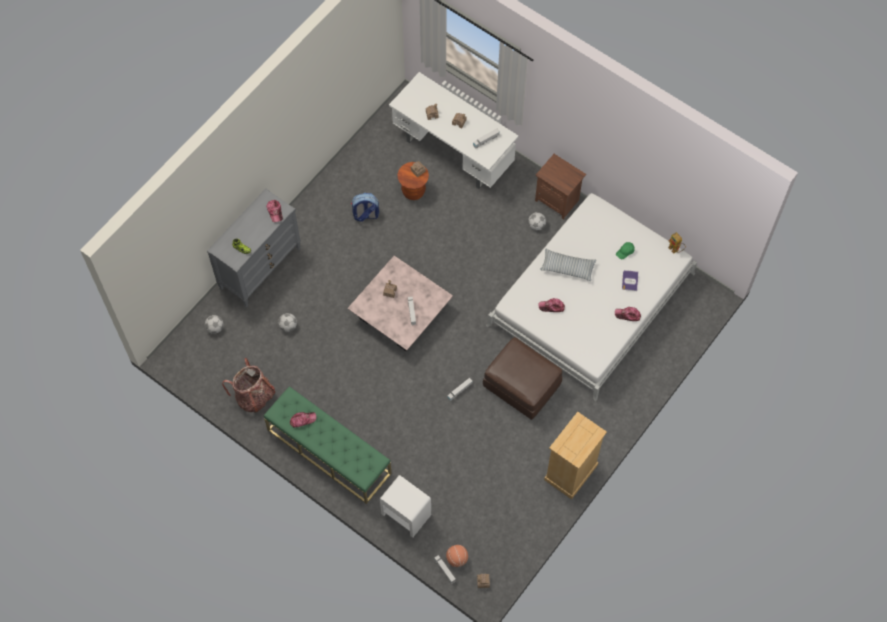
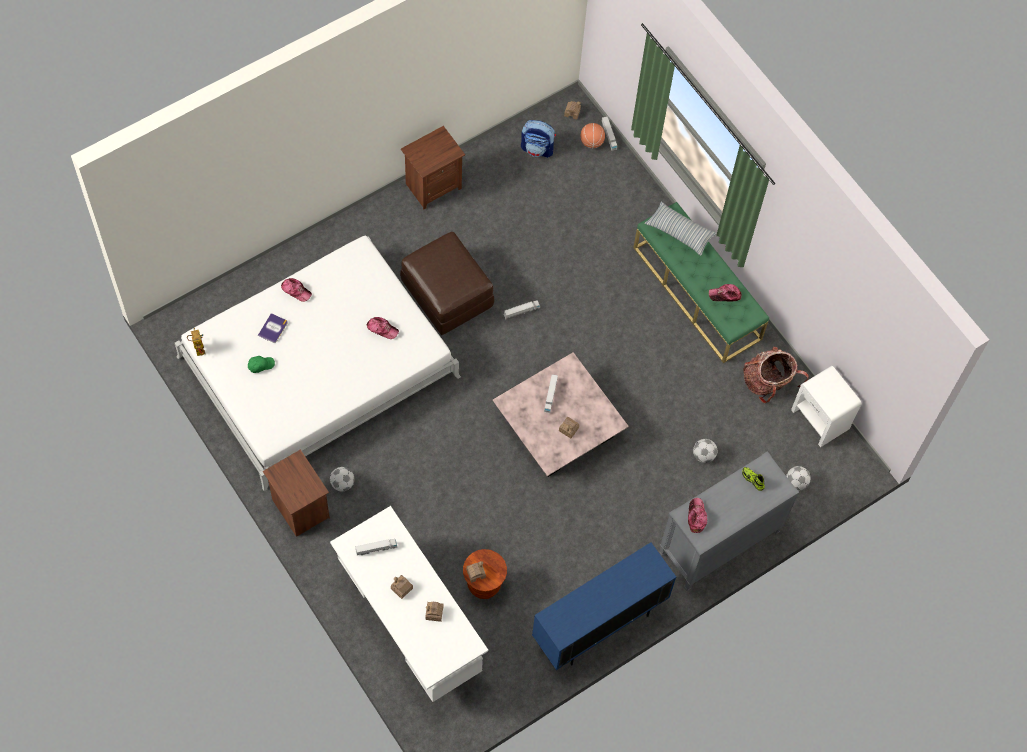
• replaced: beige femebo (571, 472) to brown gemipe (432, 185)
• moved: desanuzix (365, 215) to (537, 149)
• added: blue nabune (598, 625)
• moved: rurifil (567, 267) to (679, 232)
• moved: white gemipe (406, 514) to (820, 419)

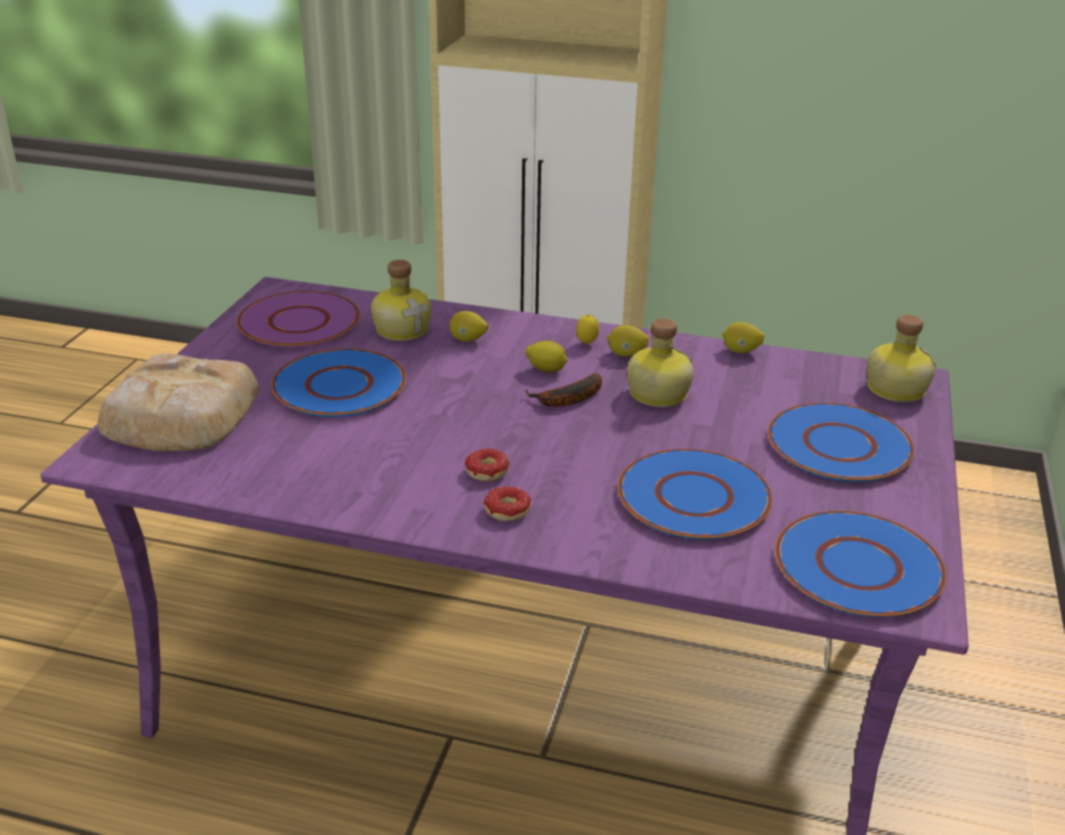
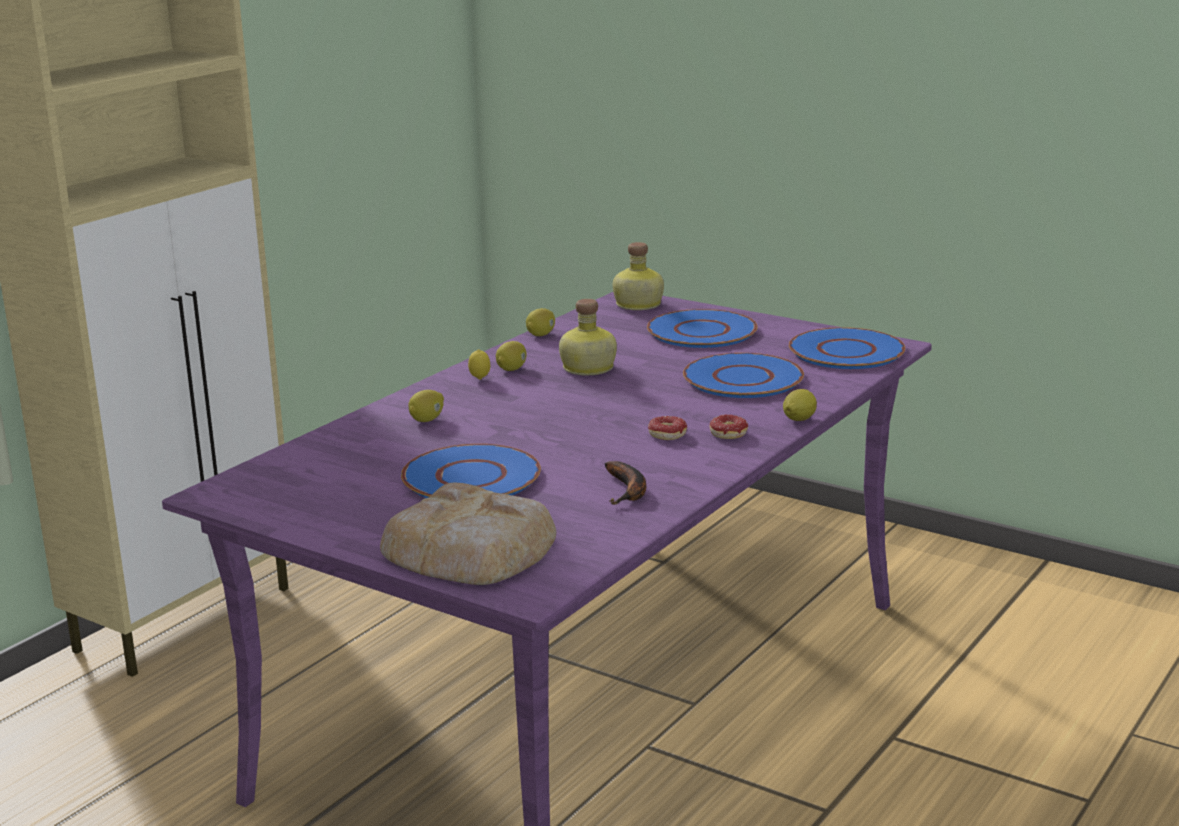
• moved: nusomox (567, 399) to (628, 490)
• moved: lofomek (546, 370) to (798, 420)
• removed: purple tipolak (300, 322)
• removed: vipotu (403, 329)

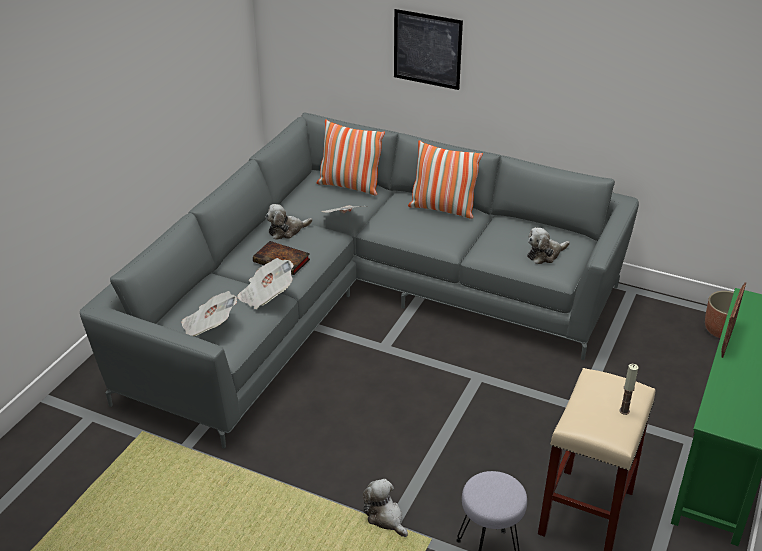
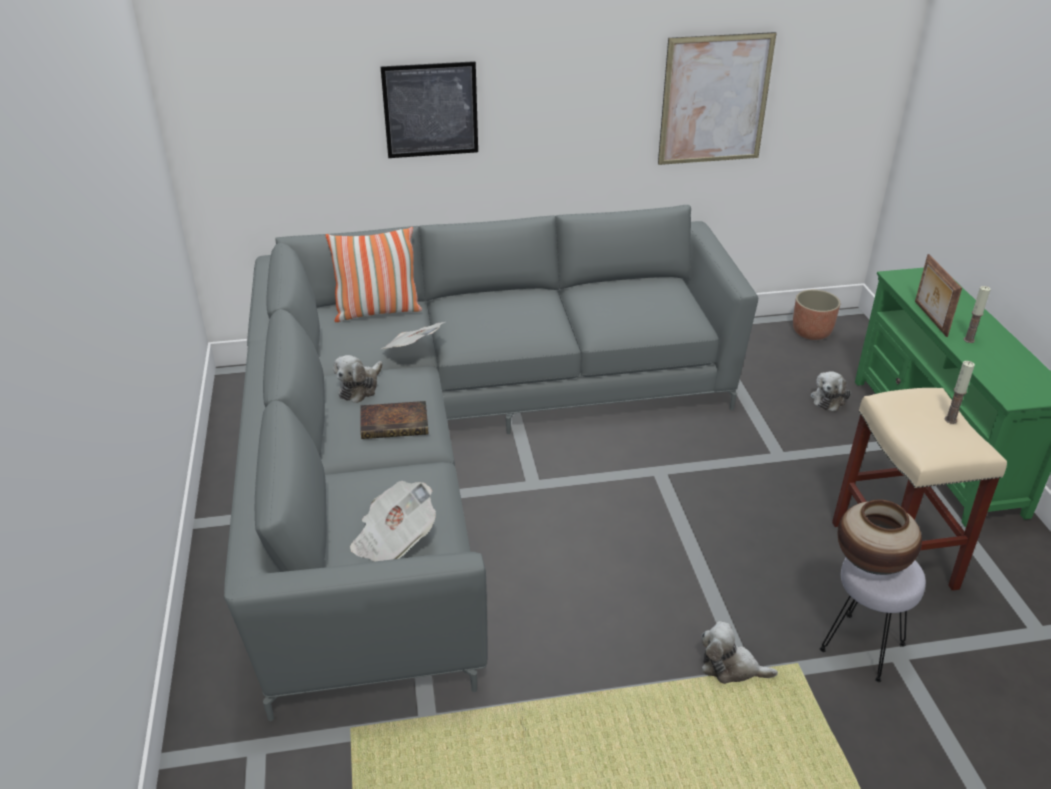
• added: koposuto (715, 100)
• moved: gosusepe (545, 254) to (828, 398)
• added: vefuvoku (871, 563)
• added: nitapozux (968, 340)
• removed: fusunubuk (266, 295)
• removed: rurifil (442, 209)

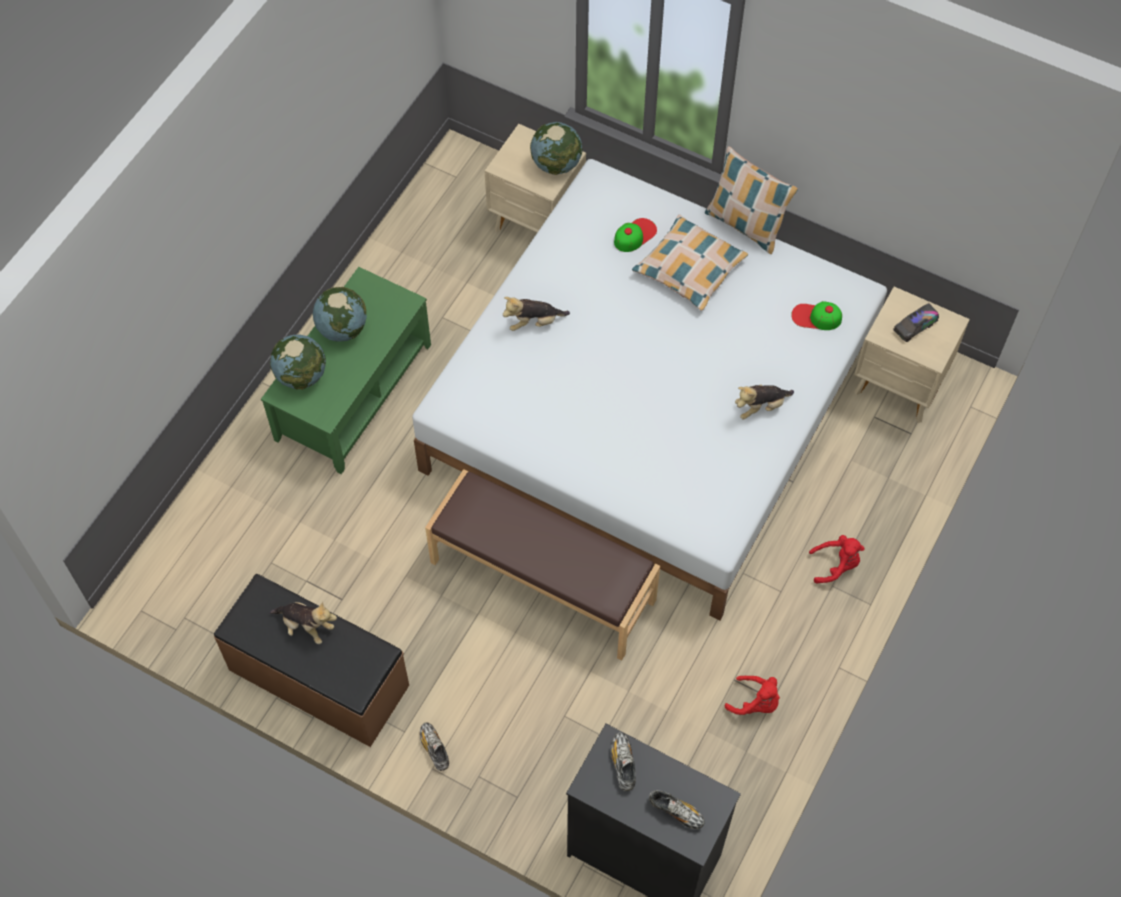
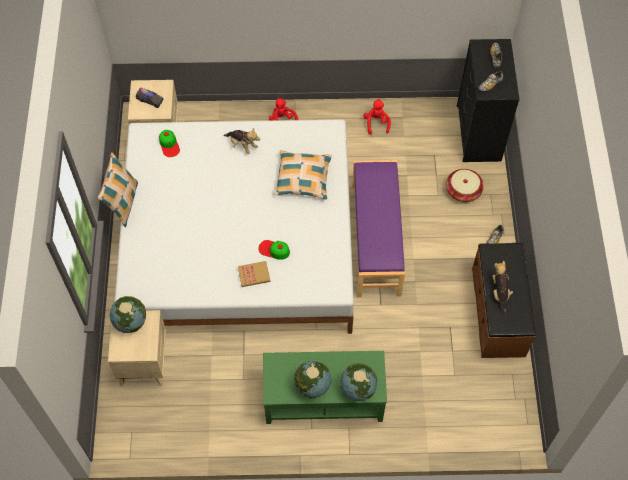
• replaced: gosusepe (534, 322) to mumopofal (254, 275)
• moved: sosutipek (634, 235) to (274, 250)
• moved: rurifil (689, 268) to (303, 178)
• recoloured: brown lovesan (543, 580) to purple lovesan (375, 239)
• added: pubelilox (463, 191)

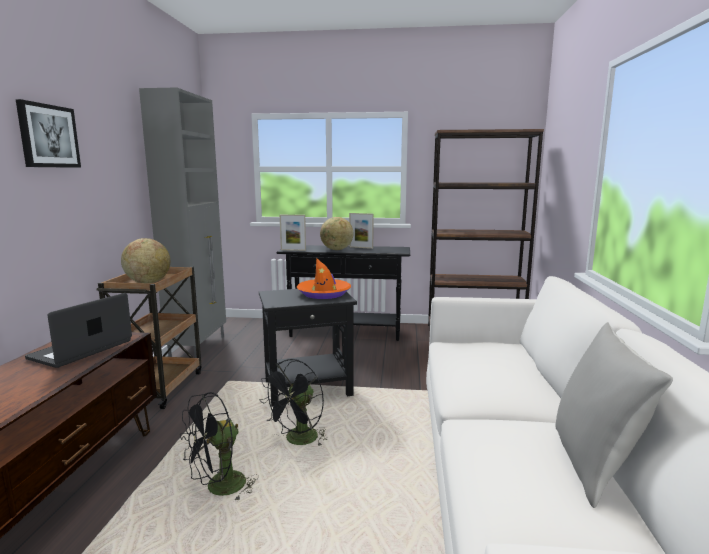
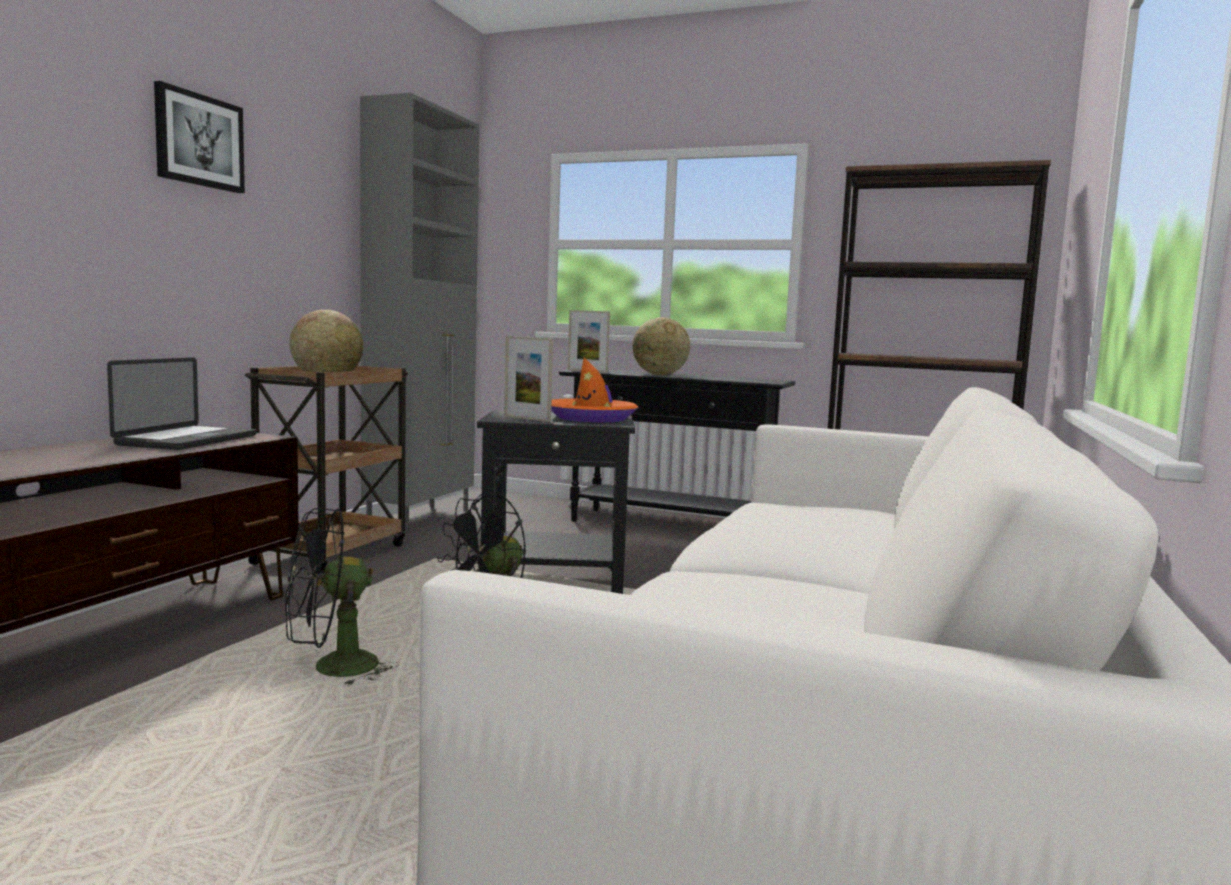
• turned: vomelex (81, 350) = (188, 440) 150 degrees clockwise
• moved: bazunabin (361, 247) to (527, 419)
• removed: grey rurifil (593, 464)

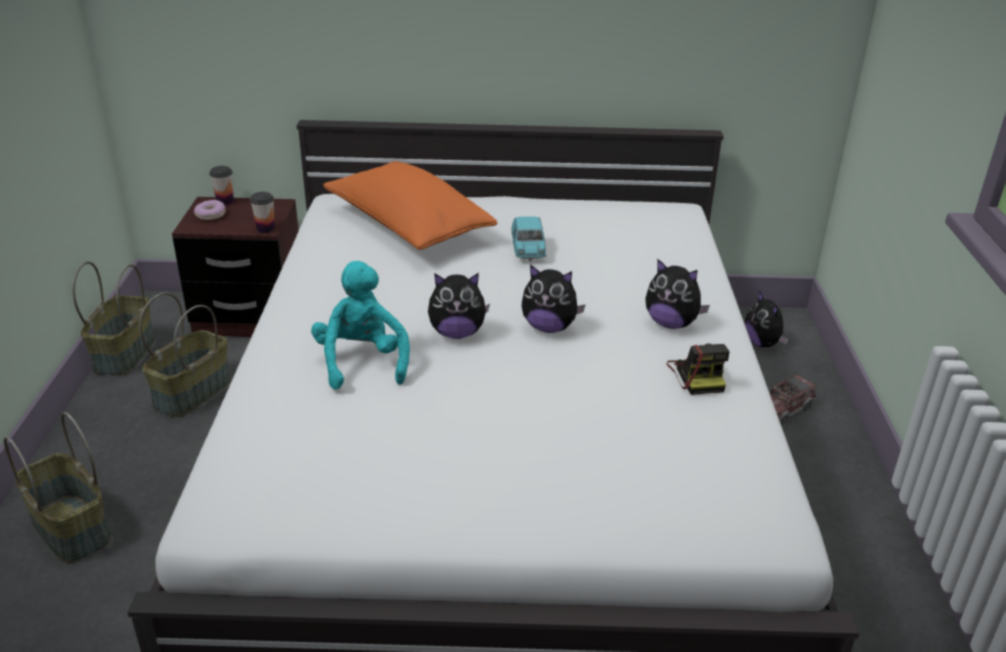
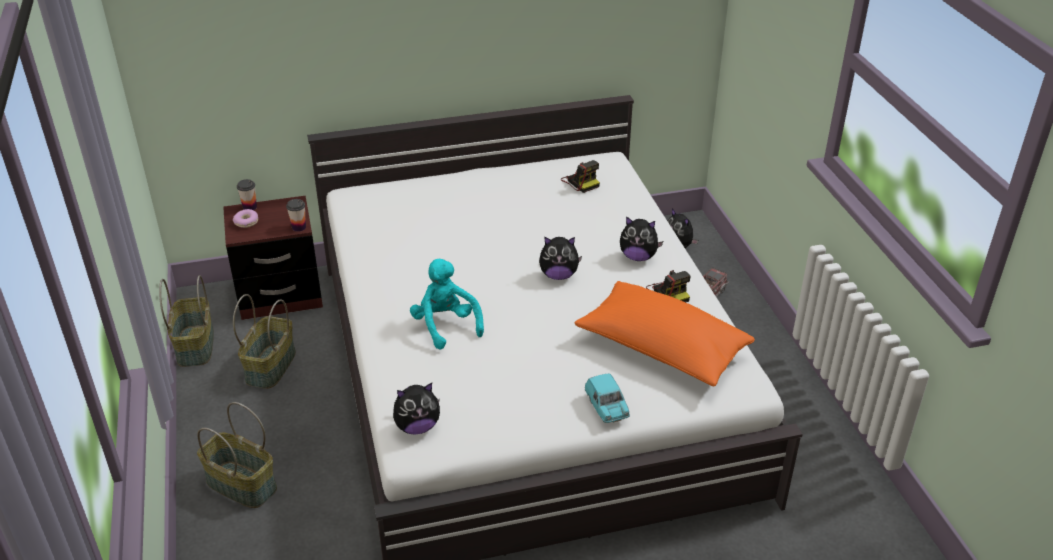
• moved: gosusepe (457, 333) to (417, 426)
• added: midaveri (580, 182)
• moved: orange rurifil (408, 227) to (661, 349)
• moved: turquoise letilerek (528, 251) to (606, 408)

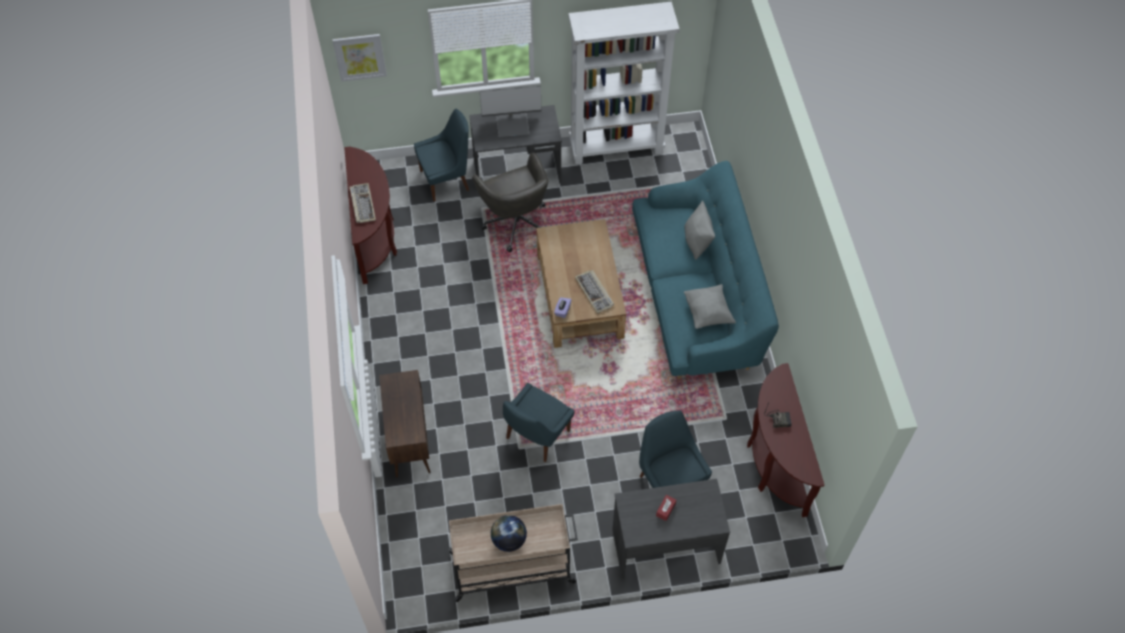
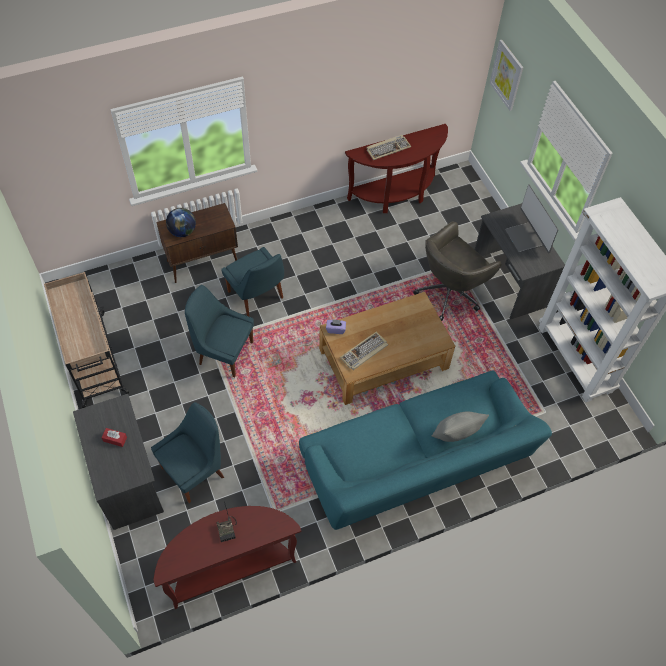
• moved: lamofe (509, 540) to (182, 232)
• moved: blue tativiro (446, 180) to (256, 296)
• removed: grey rurifil (707, 313)

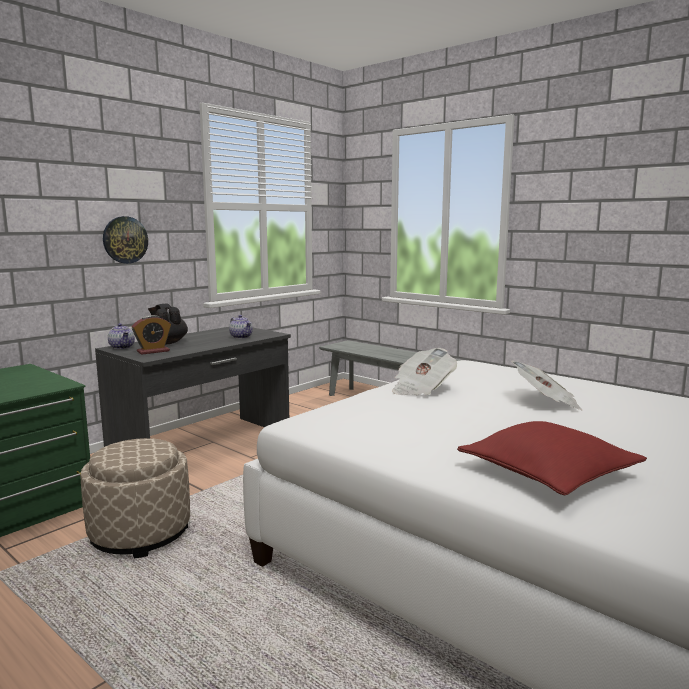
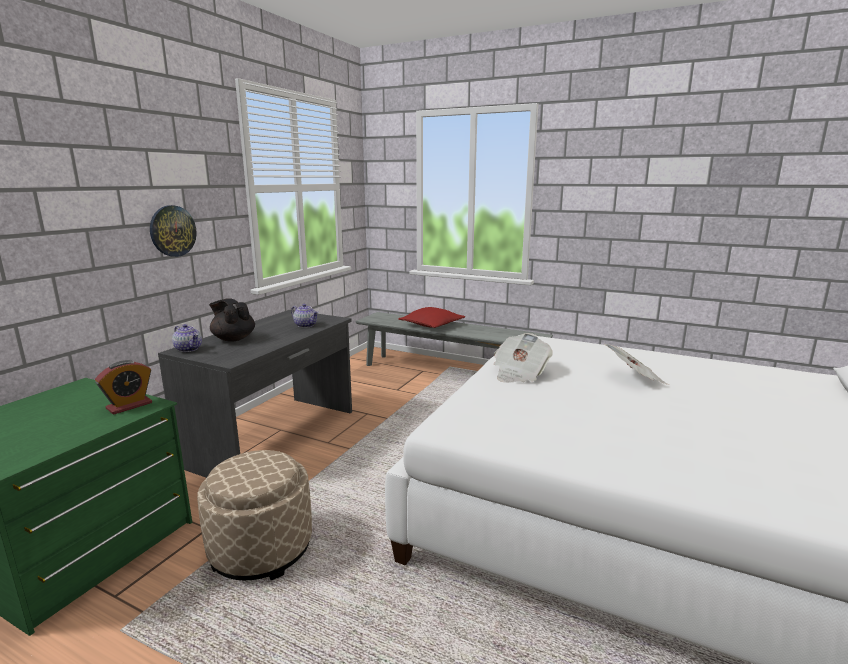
• moved: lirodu (153, 351) to (129, 406)
• moved: red rurifil (548, 473) to (432, 325)

